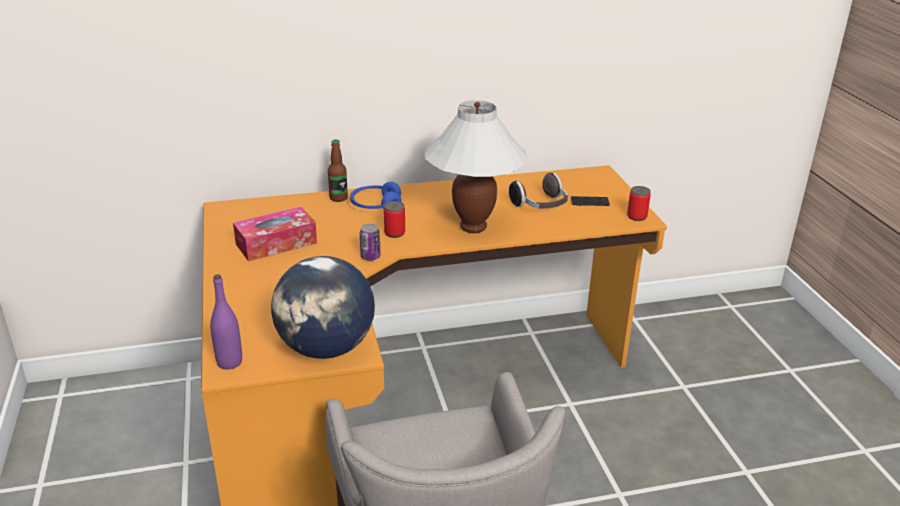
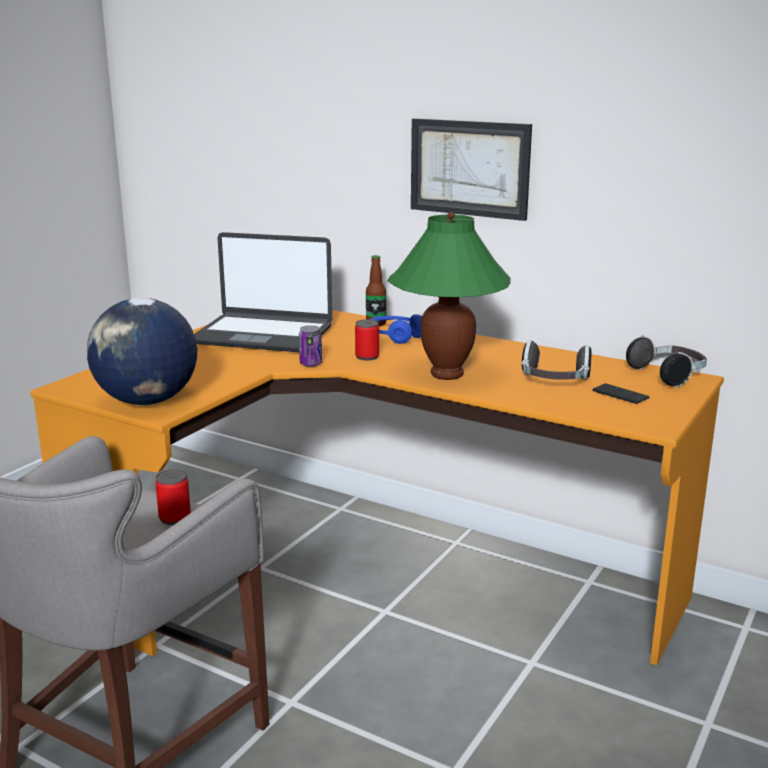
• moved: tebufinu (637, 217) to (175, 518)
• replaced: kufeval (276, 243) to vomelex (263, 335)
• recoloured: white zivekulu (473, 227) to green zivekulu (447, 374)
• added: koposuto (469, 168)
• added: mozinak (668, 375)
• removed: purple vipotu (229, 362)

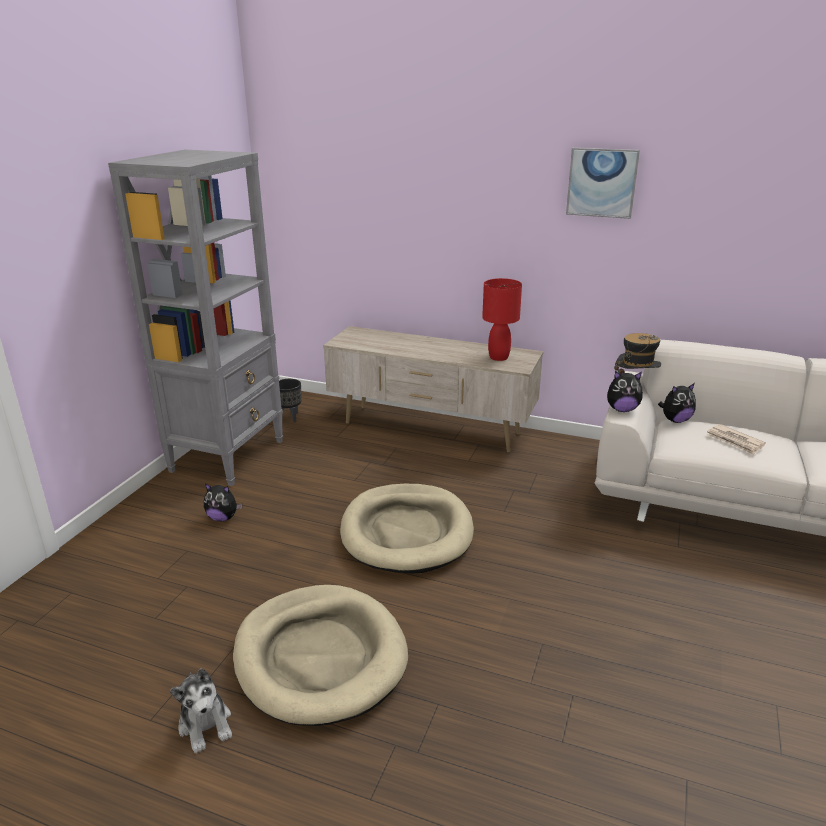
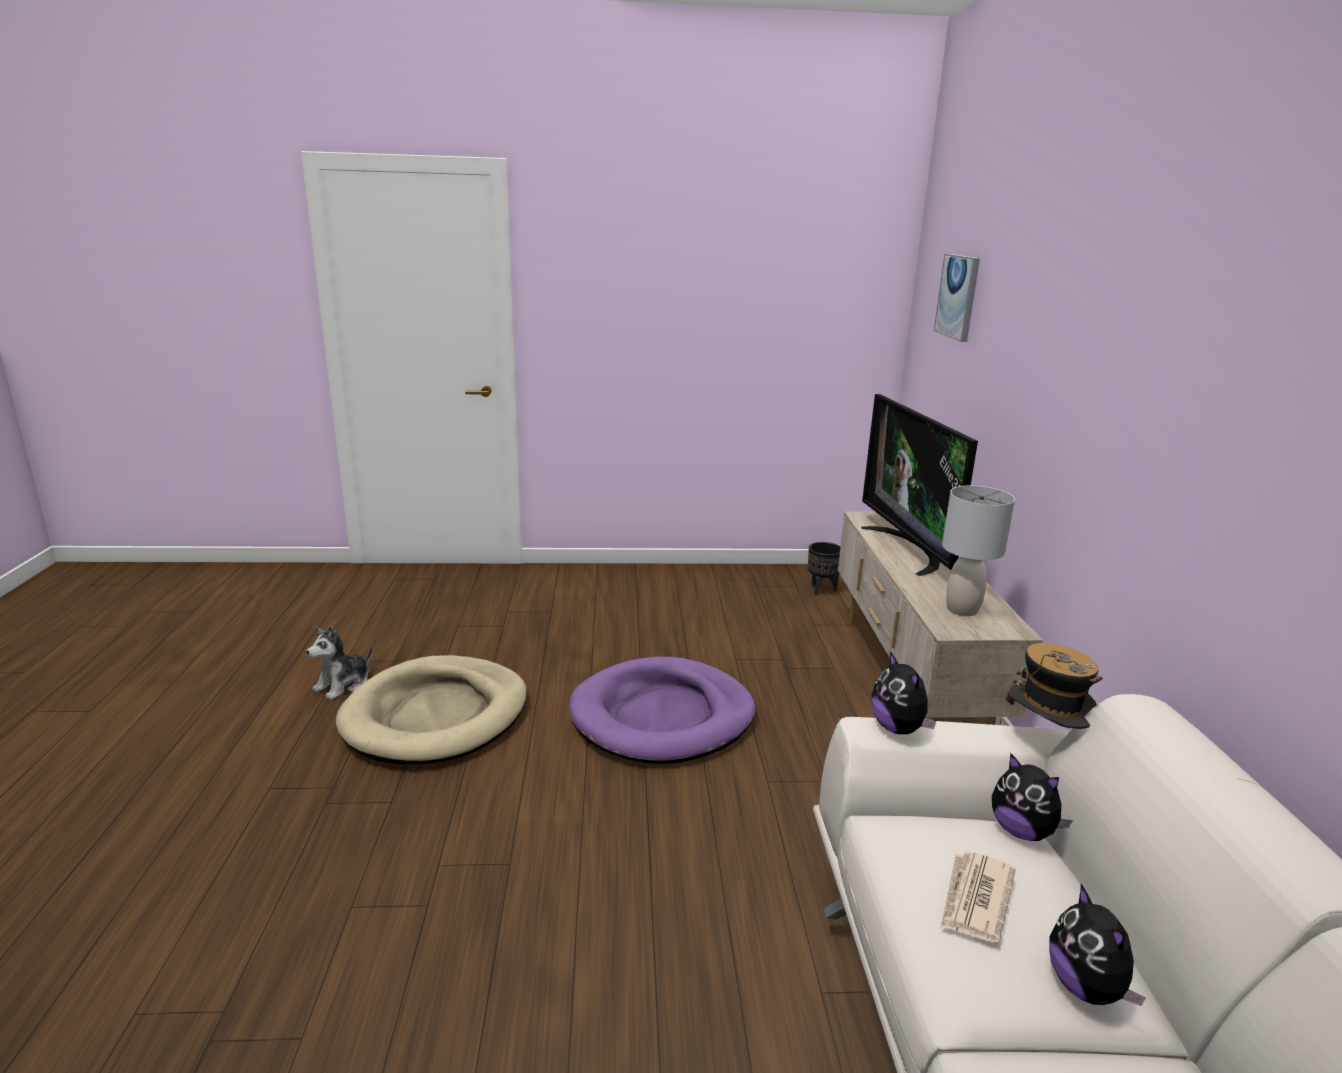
• recoloured: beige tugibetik (407, 532) to purple tugibetik (662, 716)
• added: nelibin (909, 549)
• moved: koposuto (602, 182) to (958, 296)
• recoloured: red zivekulu (498, 357) to grey zivekulu (961, 610)
• moved: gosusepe (223, 518) to (1086, 987)
• removed: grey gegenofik (228, 455)

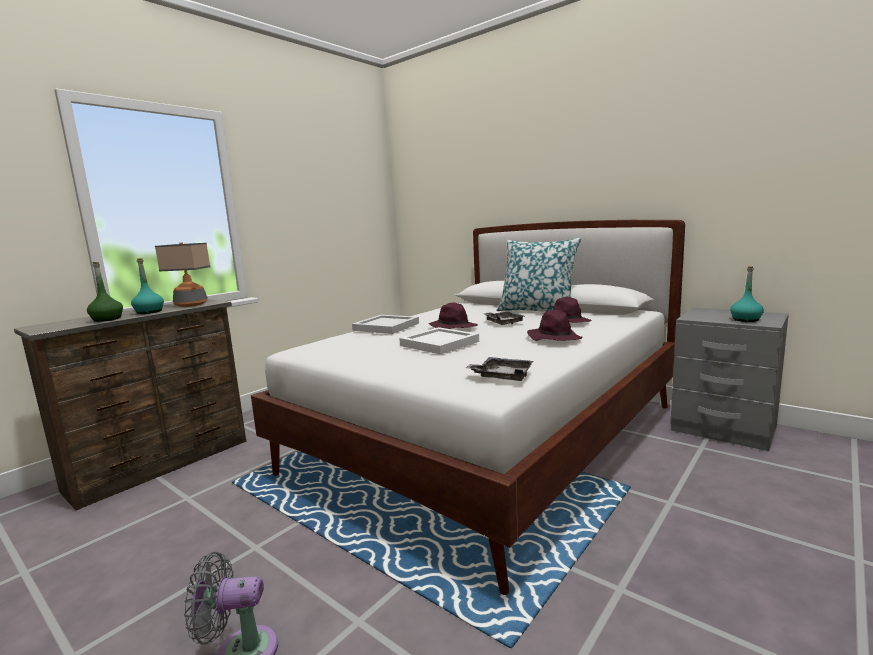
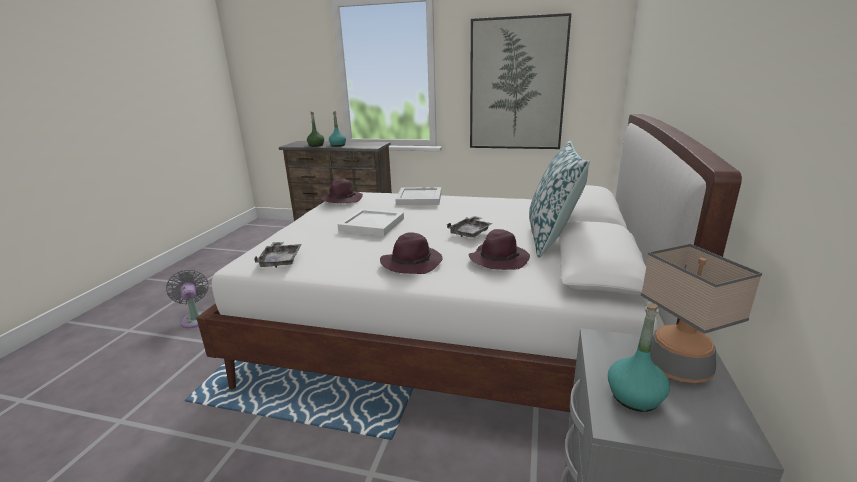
• moved: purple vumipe (452, 328) to (342, 199)
• added: koposuto (516, 85)
• moved: zivekulu (191, 304) to (677, 367)

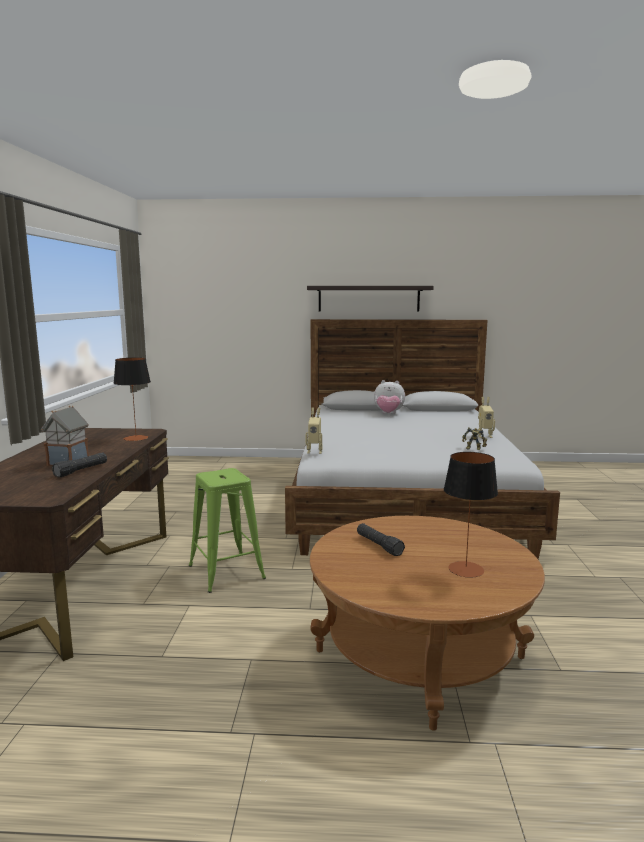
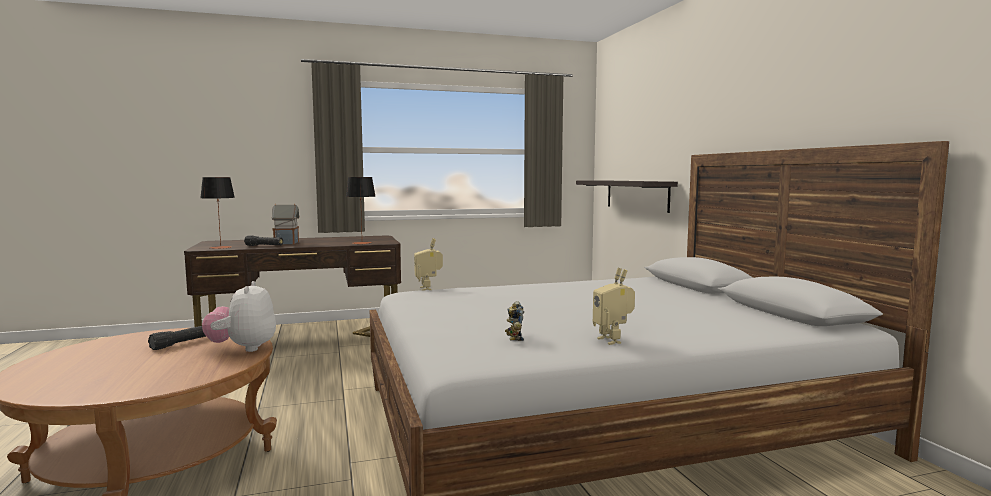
• moved: zivekulu (466, 569) to (220, 247)
• moved: gosusepe (388, 414) to (243, 348)
• moved: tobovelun (368, 298) to (636, 195)
• removed: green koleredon (226, 571)

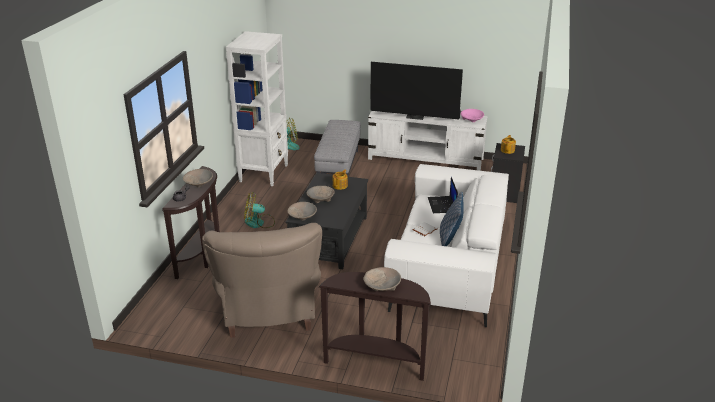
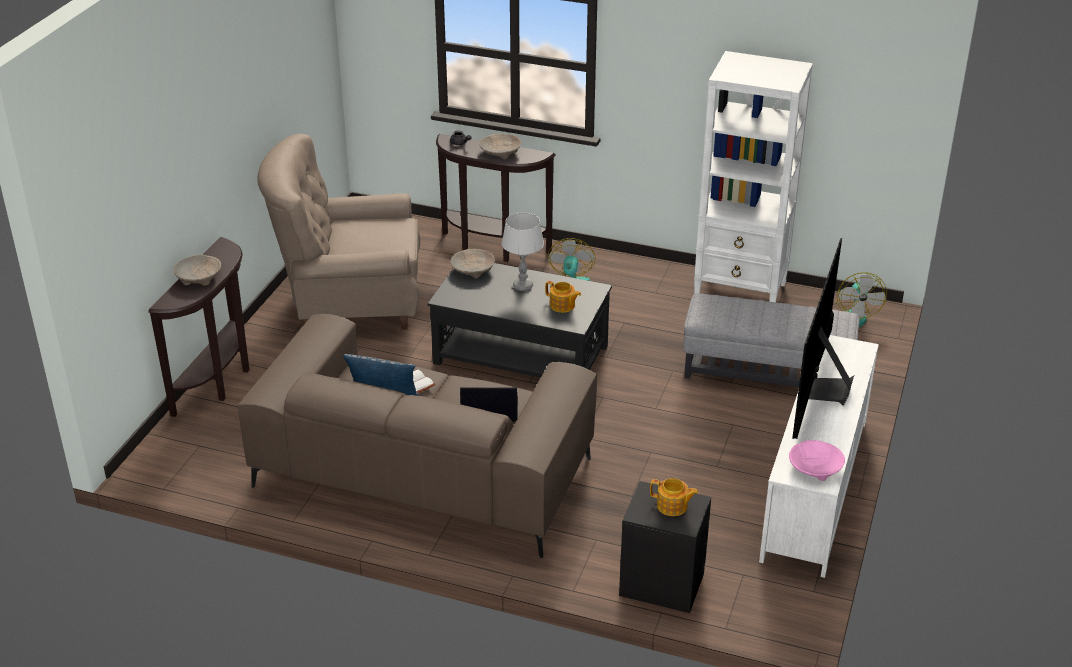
• recoloured: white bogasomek (448, 263) to brown bogasomek (423, 471)
• replaced: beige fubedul (320, 198) to grey zivekulu (522, 286)

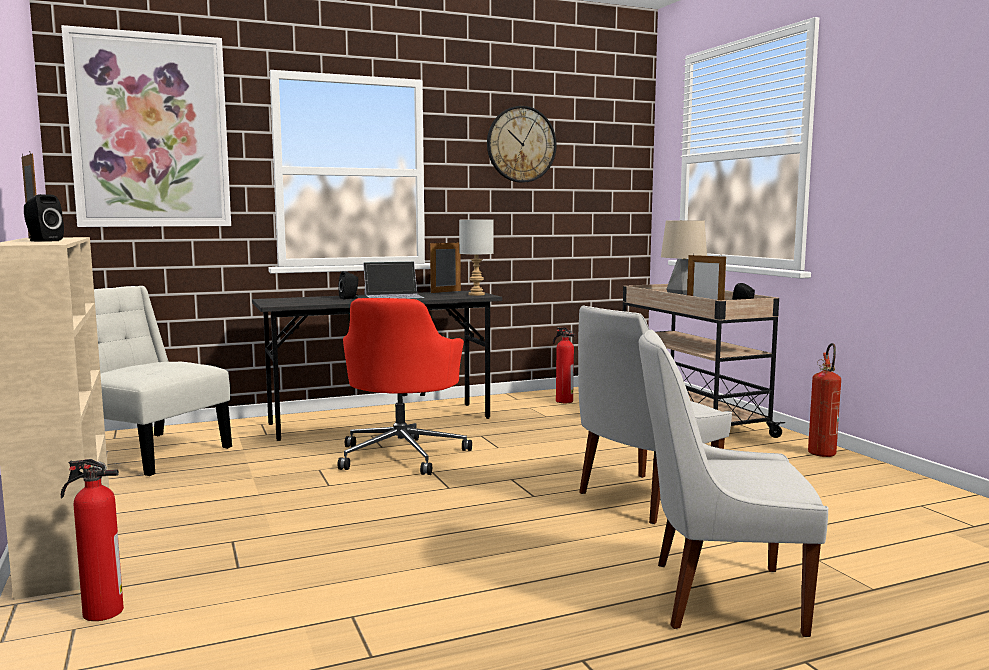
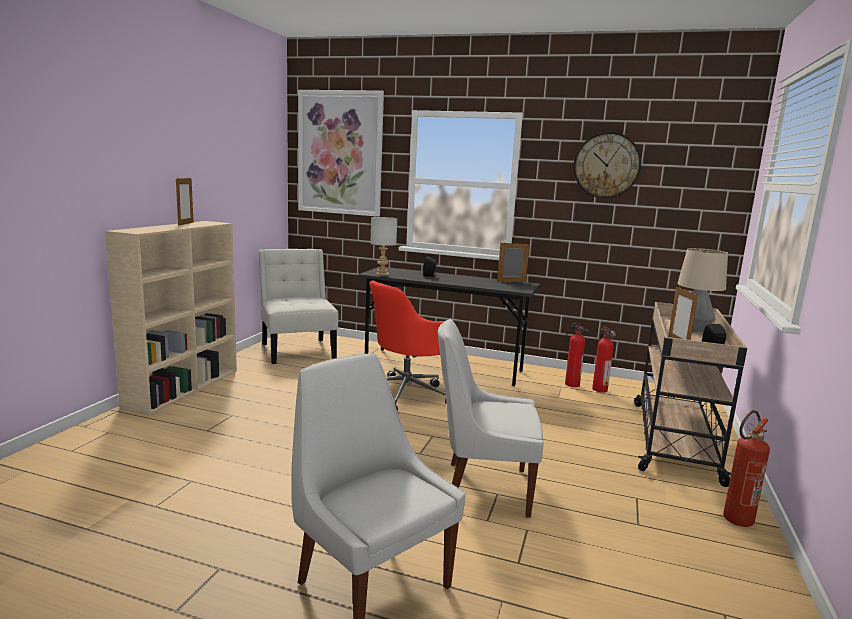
• moved: grey zivekulu (476, 294) to (382, 274)
• moved: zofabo (100, 612) to (571, 384)
• removed: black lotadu (43, 241)
• removed: vomelex (394, 296)

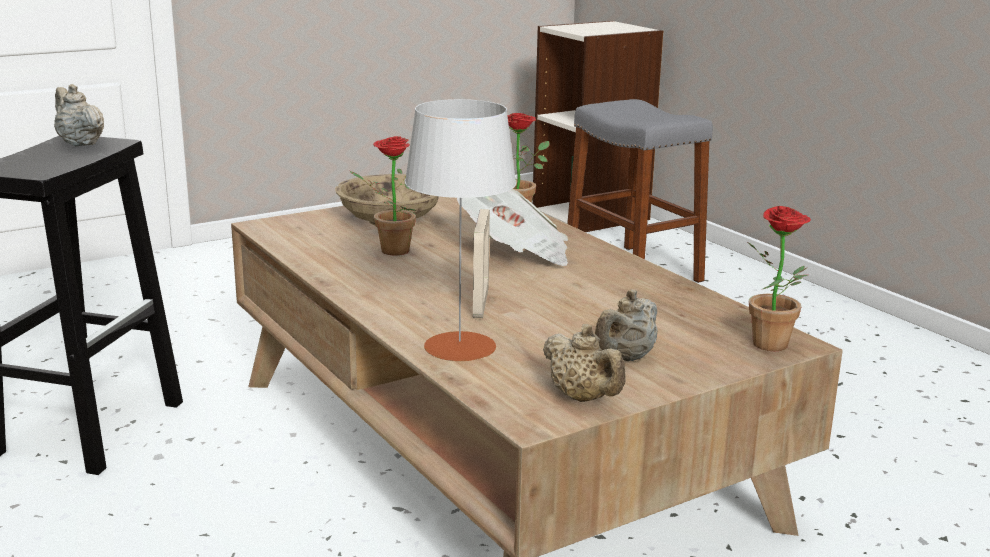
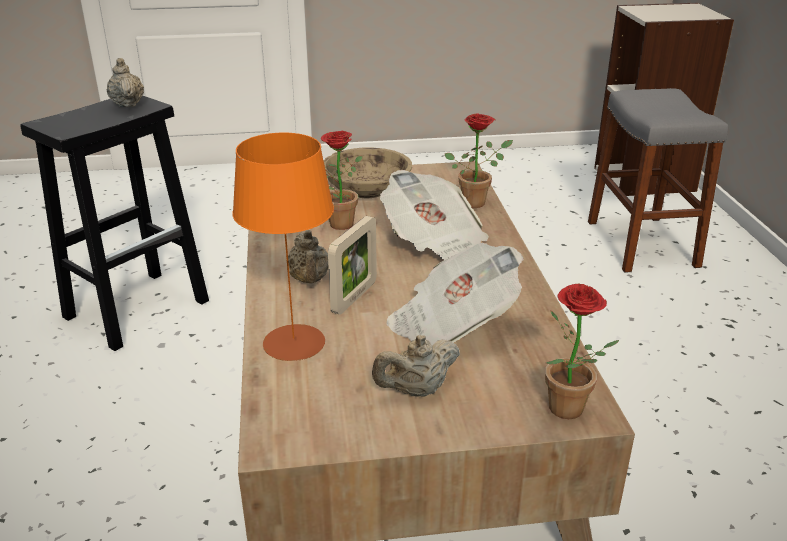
• recoloured: grey zivekulu (459, 346) to orange zivekulu (294, 342)
• moved: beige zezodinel (583, 398) to (309, 280)
• added: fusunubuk (452, 325)

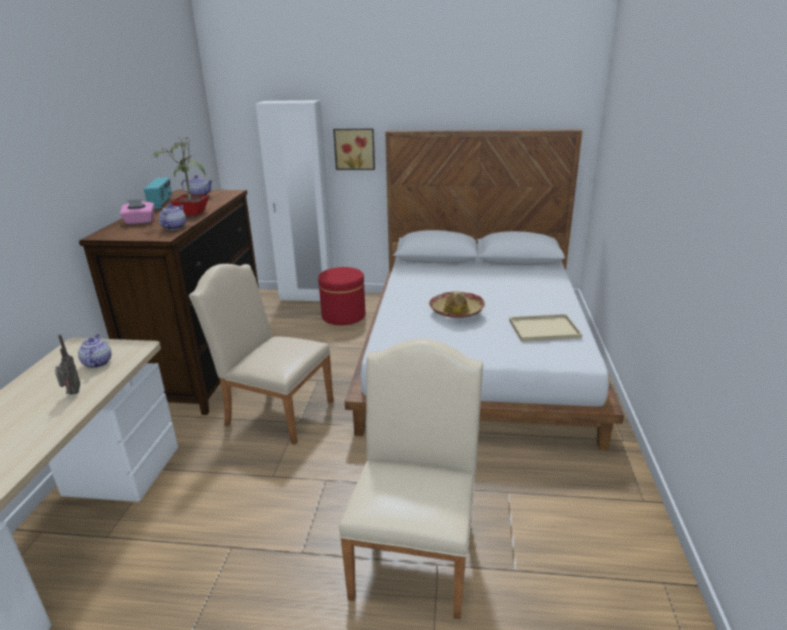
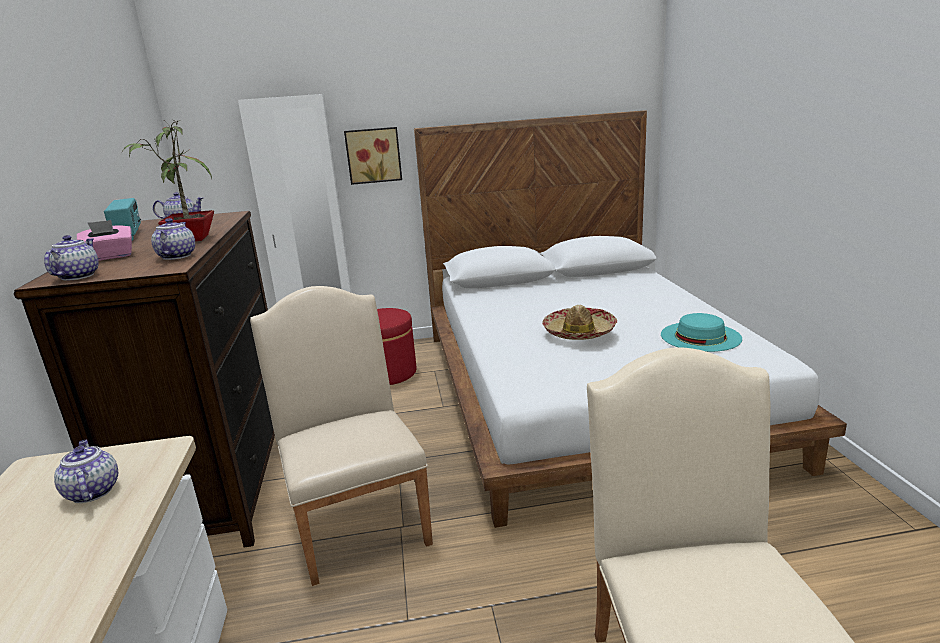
• added: zezodinel (78, 276)
• turned: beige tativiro (274, 411) = (357, 517) 60 degrees clockwise
• replaced: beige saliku (543, 329) to turquoise vumipe (700, 336)
• removed: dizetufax (72, 393)

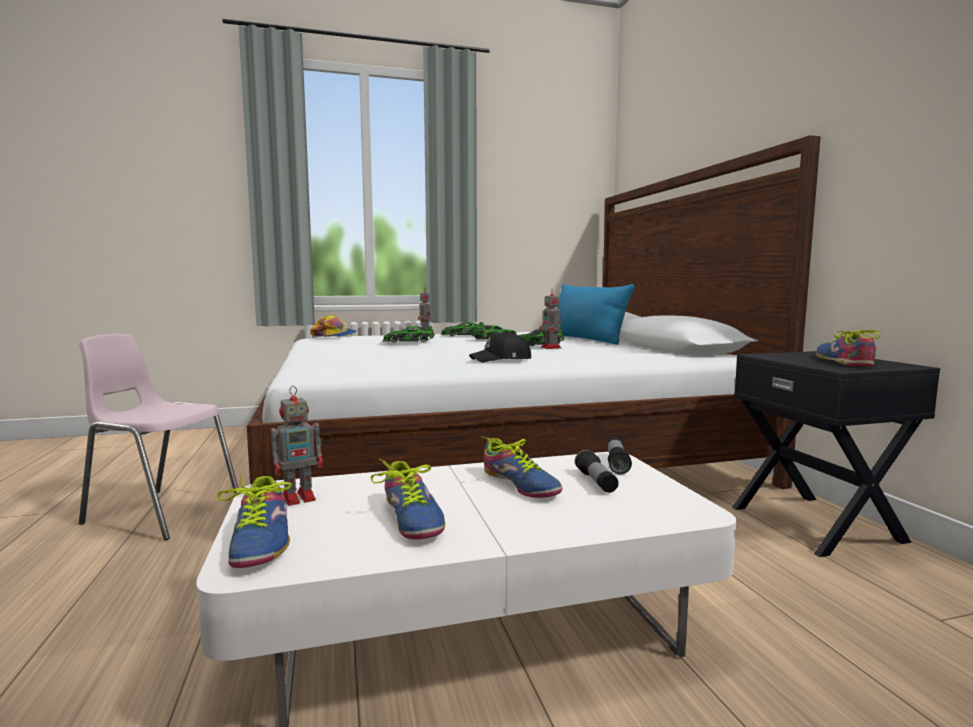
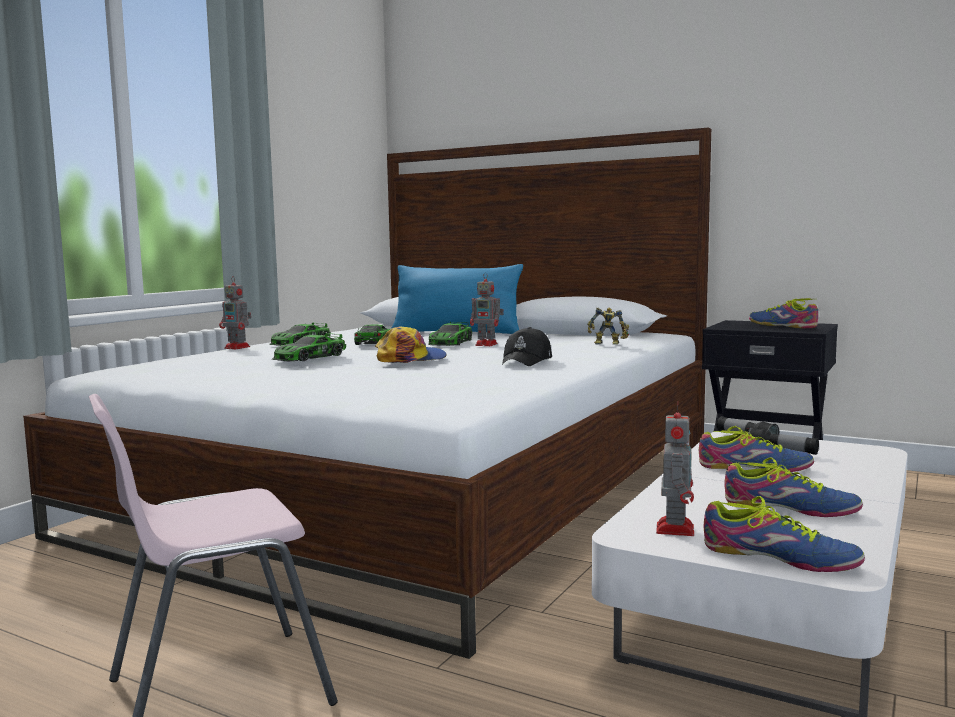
• moved: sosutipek (334, 335) to (410, 358)
• added: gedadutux (607, 344)

